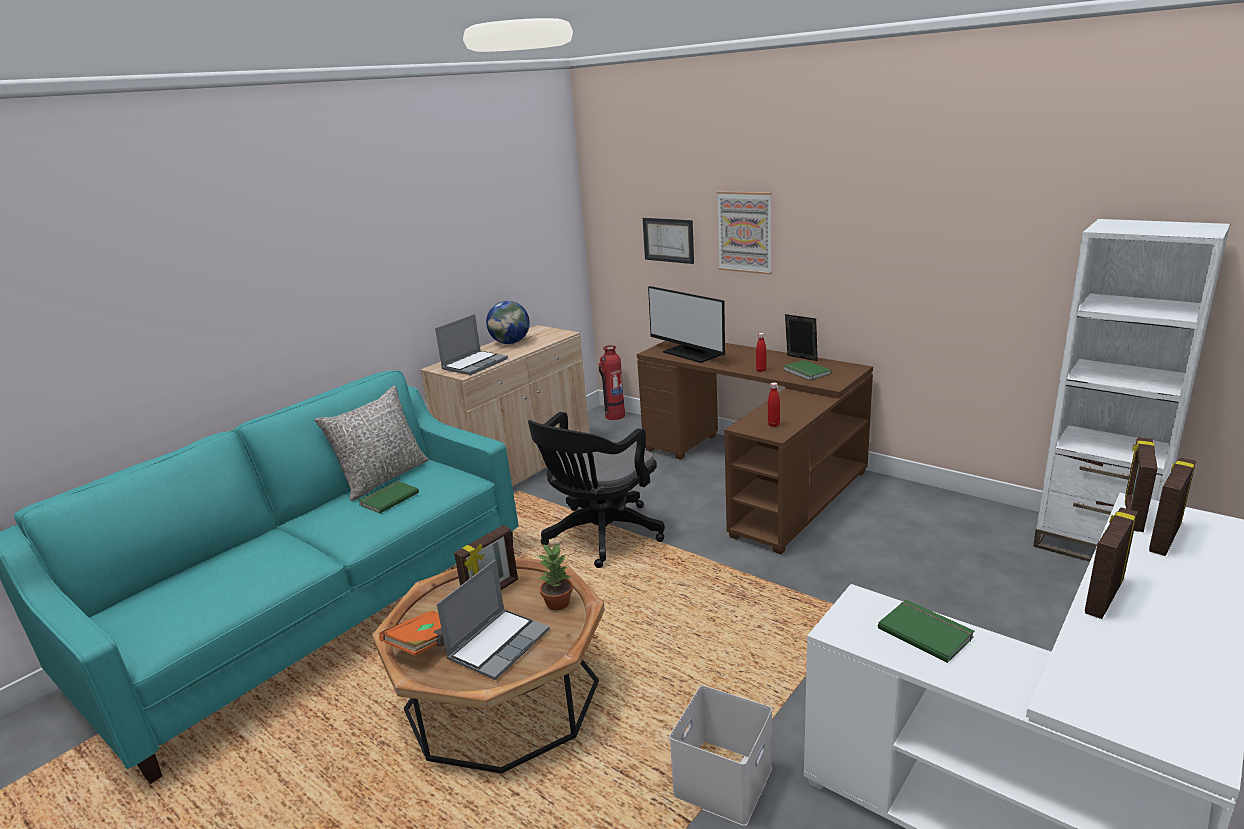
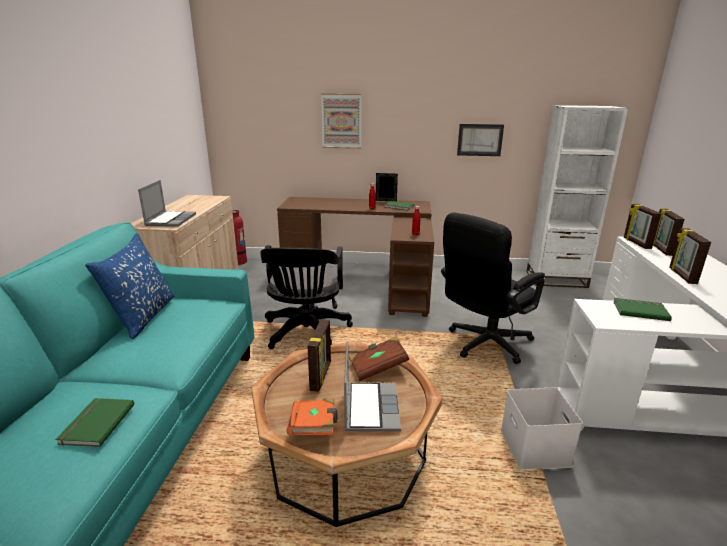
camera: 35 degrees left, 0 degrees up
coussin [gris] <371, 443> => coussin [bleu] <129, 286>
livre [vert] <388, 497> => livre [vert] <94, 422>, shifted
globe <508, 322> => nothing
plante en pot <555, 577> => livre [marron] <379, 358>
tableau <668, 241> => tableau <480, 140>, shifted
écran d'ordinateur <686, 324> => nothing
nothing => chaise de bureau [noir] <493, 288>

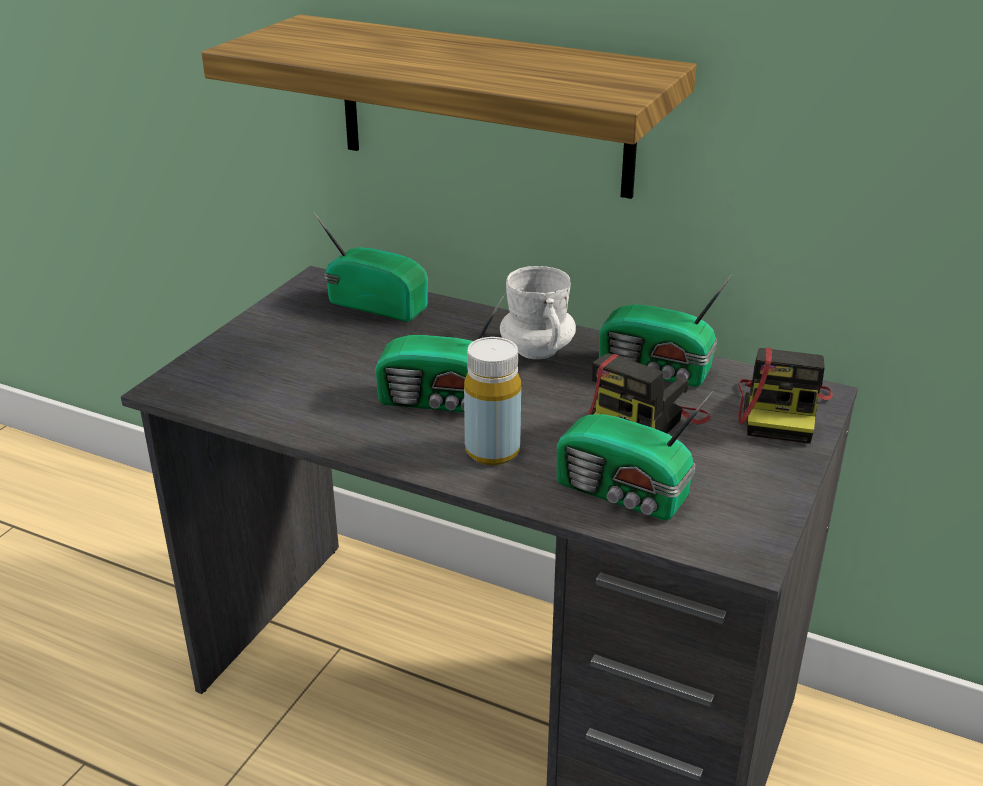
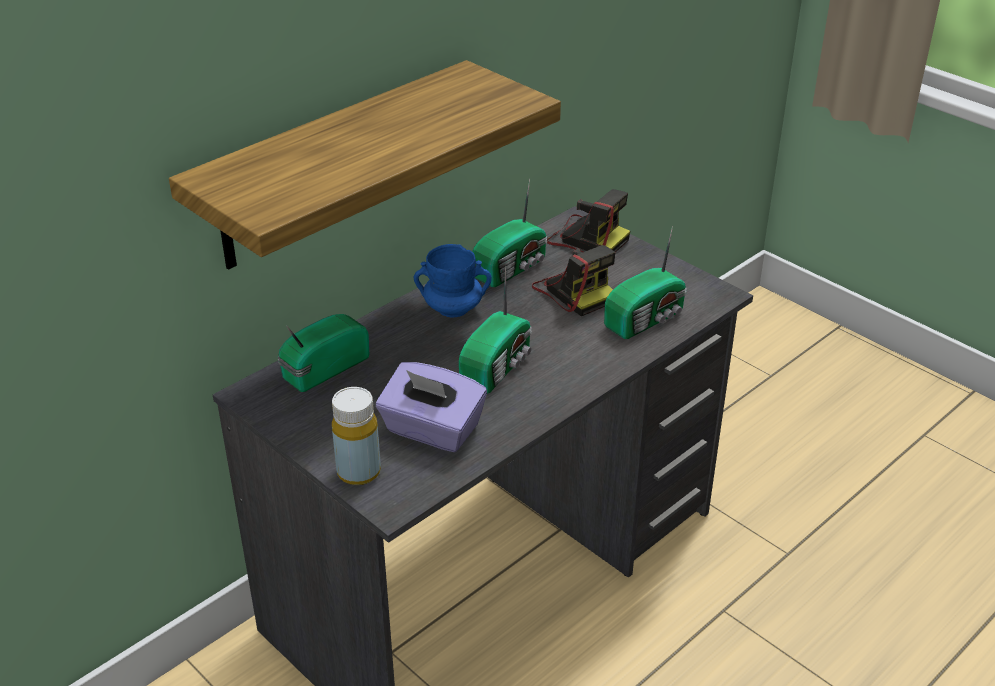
camera: 70 degrees left, 5 degrees up
bouteille [jaune] <492, 401> => bouteille [jaune] <356, 436>, shifted
mug [blanc] <538, 312> => mug [bleu] <453, 280>
nothing => boîte à mouchoirs [violet] <431, 407>

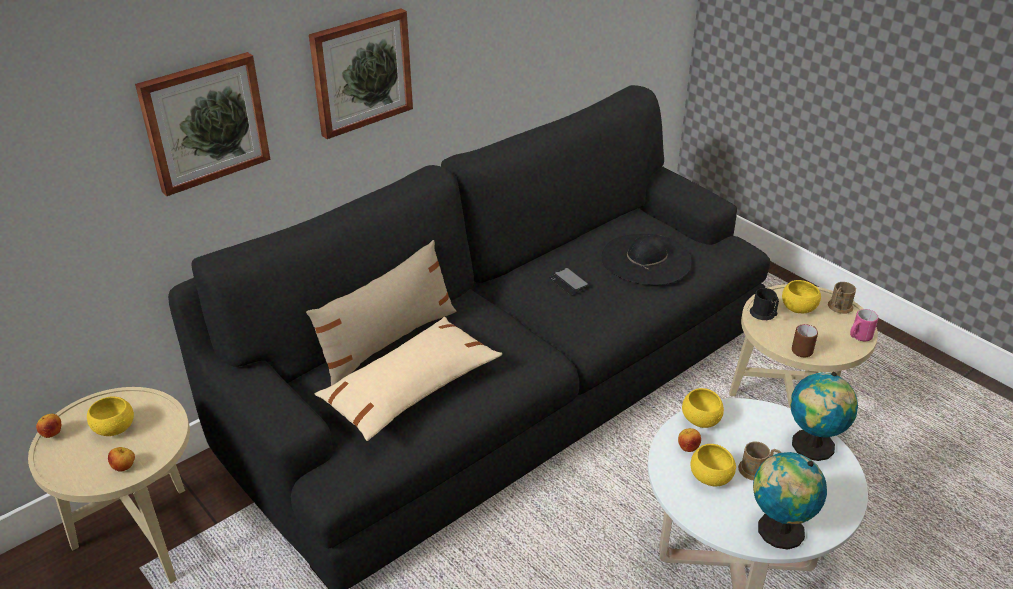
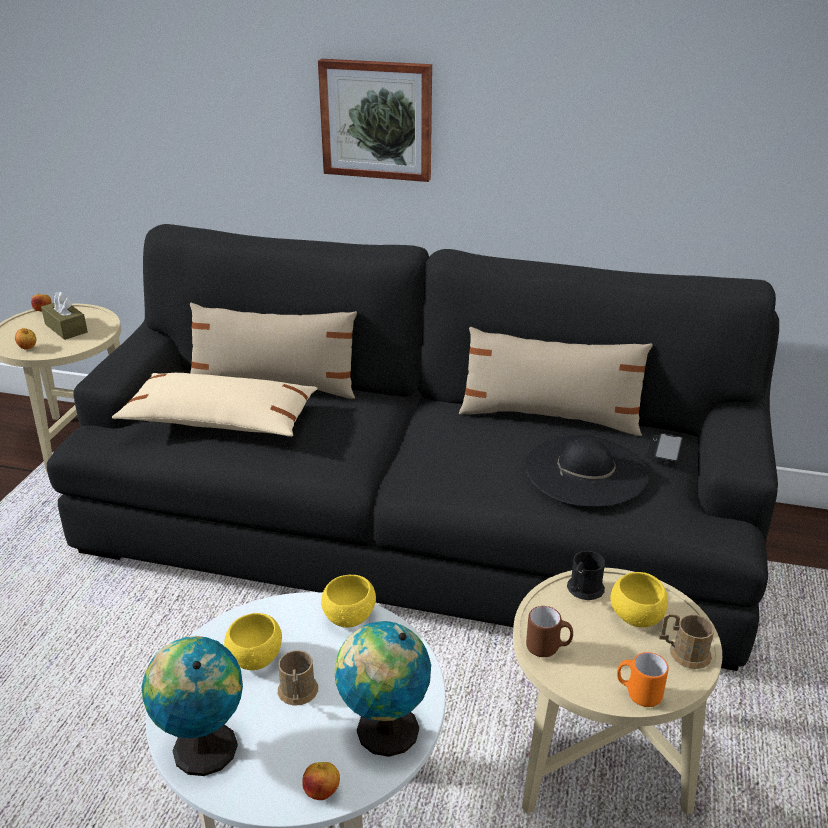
camera: 55 degrees right, 5 degrees down
bol [jaune] <110, 416> => boîte à mouchoirs [marron] <64, 316>
tableau <203, 124> => nothing
téléphone <569, 281> => téléphone <664, 448>, shifted
pomme <689, 440> => pomme <321, 781>, shifted
mug [rose] <864, 325> => mug [orange] <643, 679>
nothing => coussin [beige] <556, 381>

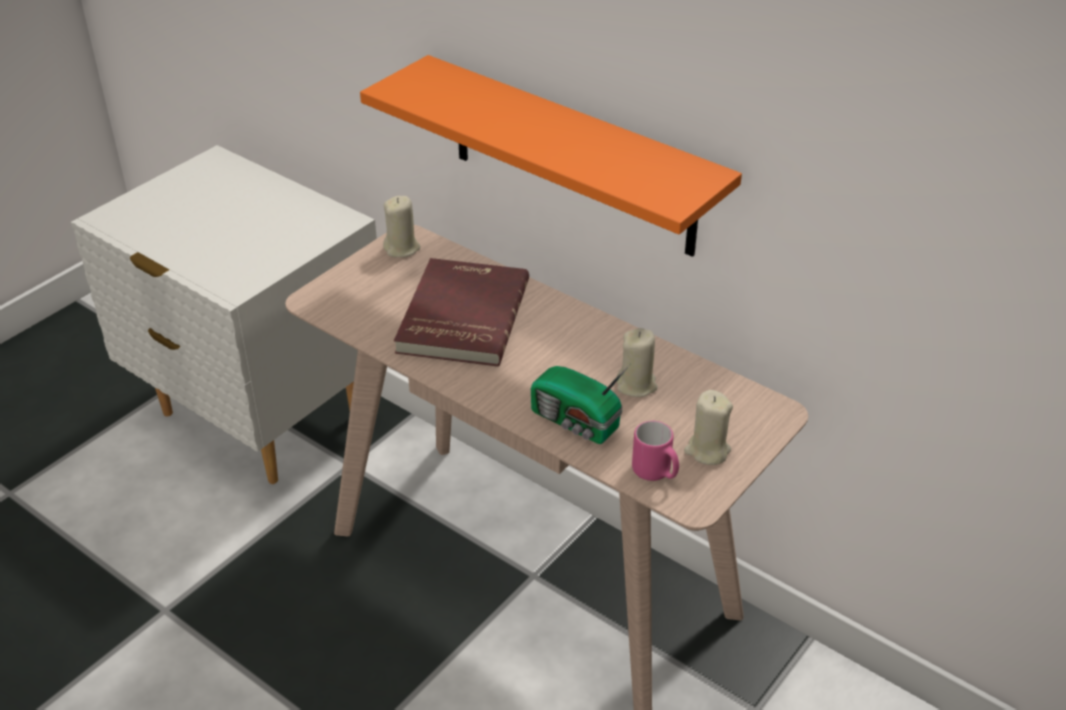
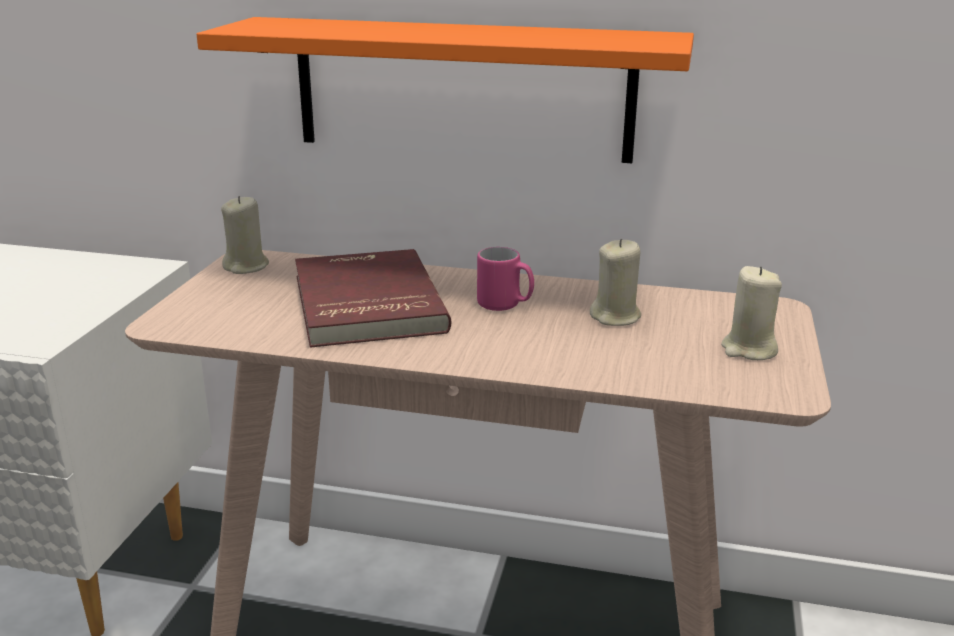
camera: 25 degrees left, 15 degrees down
radio <581, 403> => nothing
mug [rose] <655, 451> => mug [rose] <505, 279>, shifted

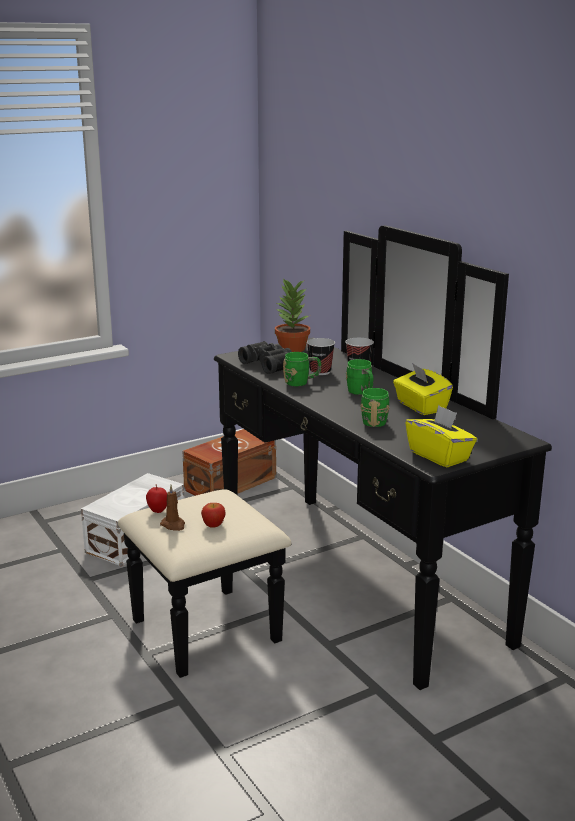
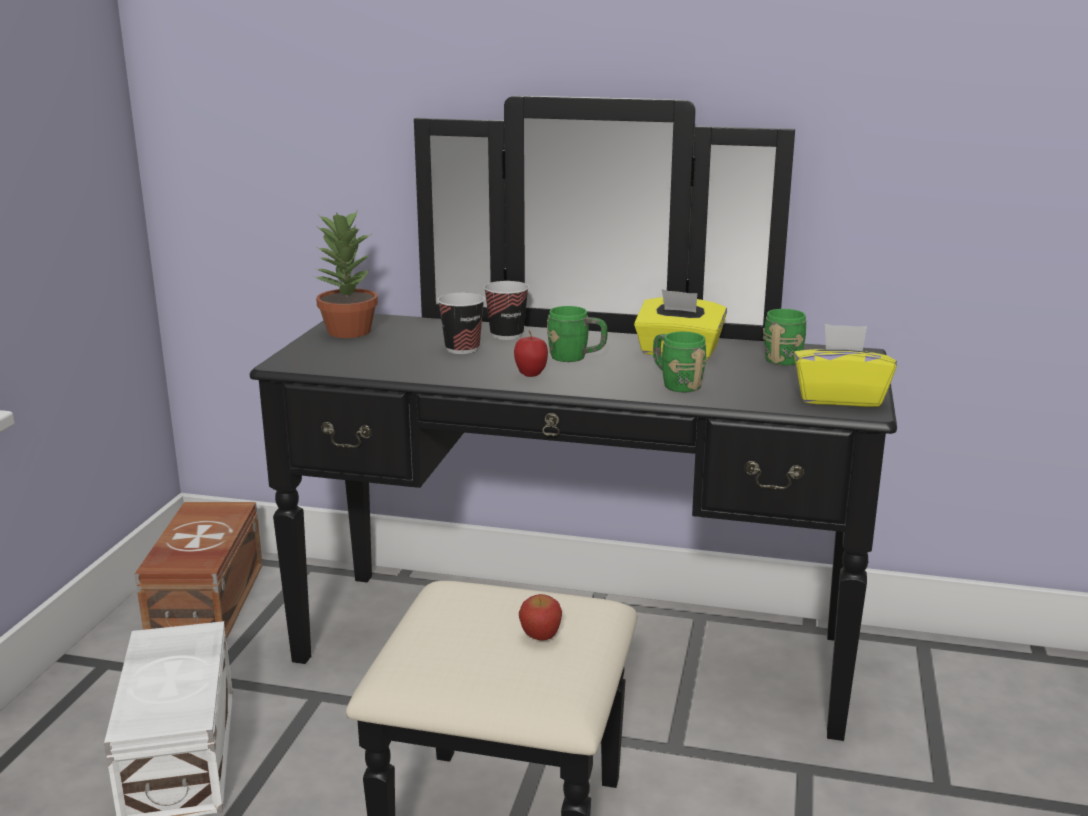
camera: 45 degrees left, 0 degrees up
pomme <156, 498> => pomme <531, 354>, shifted
bougie [marron] <172, 508> => nothing
jumelles [noir] <265, 357> => nothing
mug [vert] <302, 369> => mug [vert] <784, 337>, shifted

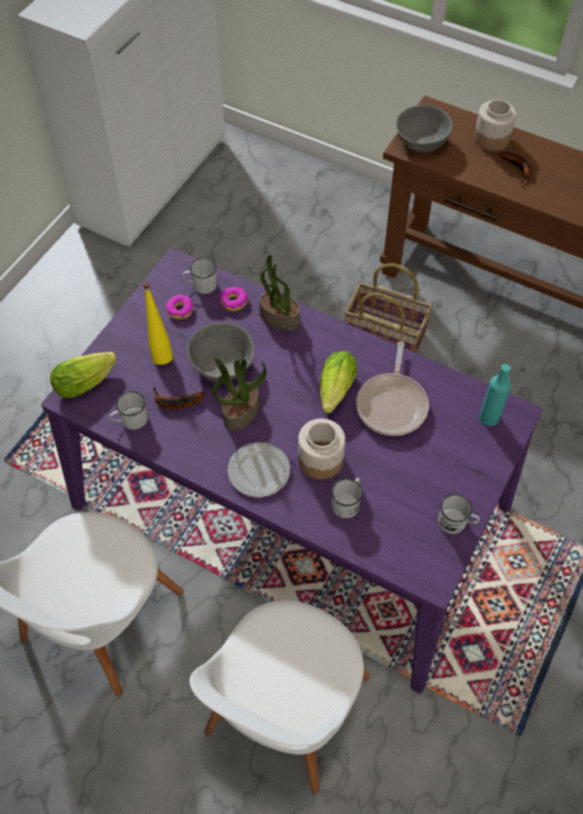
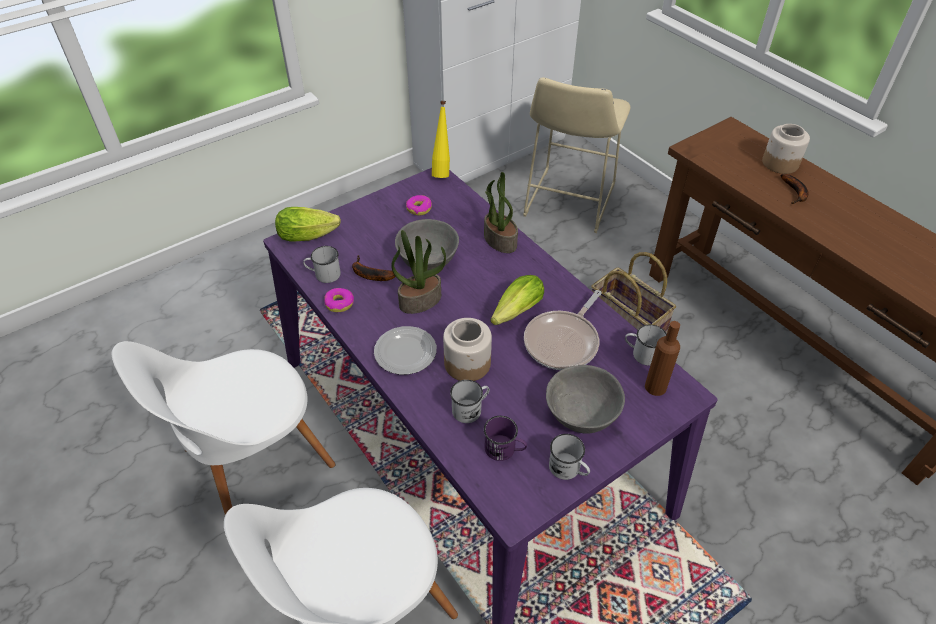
camera: 25 degrees right, 10 degrees down
bouteille [jaune] <158, 324> => bouteille [jaune] <441, 139>, shifted
mug [blanc] <199, 276> => mug [blanc] <646, 345>, shifted
beignet <234, 299> => beignet <339, 300>, shifted
bol [gris] <424, 128> => bol [gris] <585, 399>, shifted
bouteille [turquoise] <495, 395> => bouteille [marron] <662, 358>
nothing => mug [violet] <505, 438>
nothing => tabouret [beige] <577, 155>

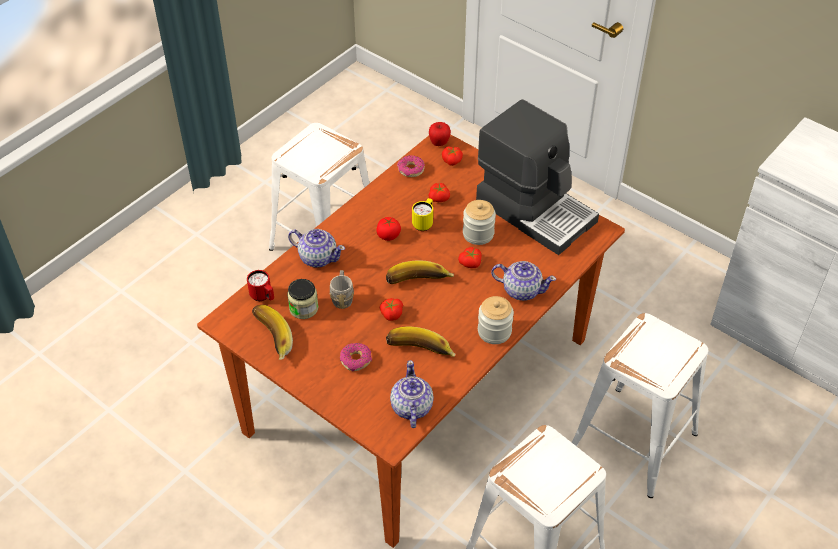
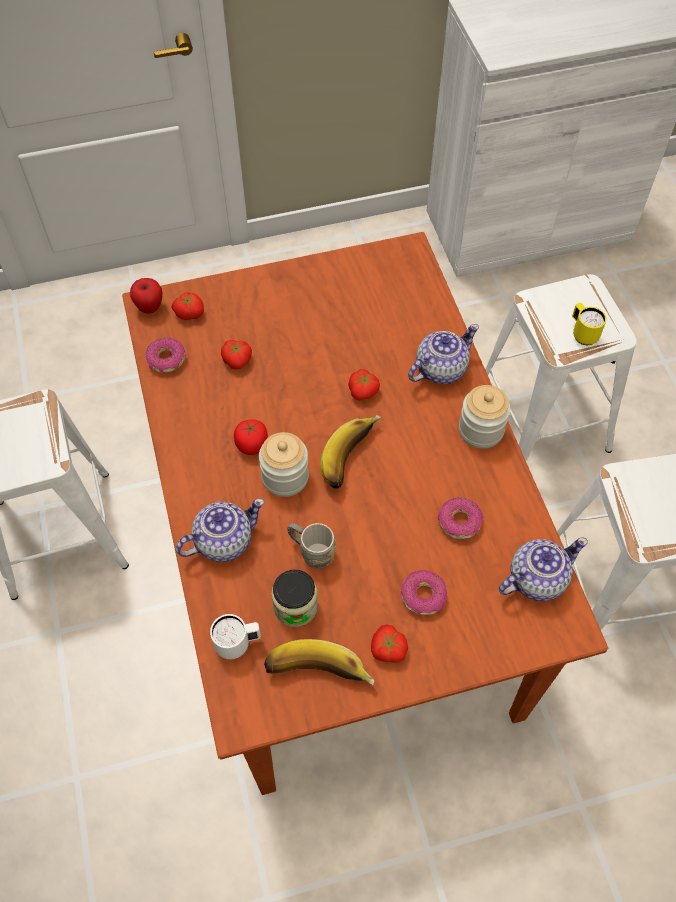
camera: 55 degrees left, 10 degrees up
mug [rouge] <260, 285> => mug [blanc] <235, 636>
tomate <391, 309> => tomate <389, 644>, shifted
banane <421, 342> => beignet <461, 518>
théière <412, 394> => théière <543, 569>, 120 degrees clockwise
mug [jaune] <422, 214> => mug [jaune] <589, 324>, shifted
bocal <479, 222> => bocal <284, 464>, shifted
machine à café <537, 177> => nothing

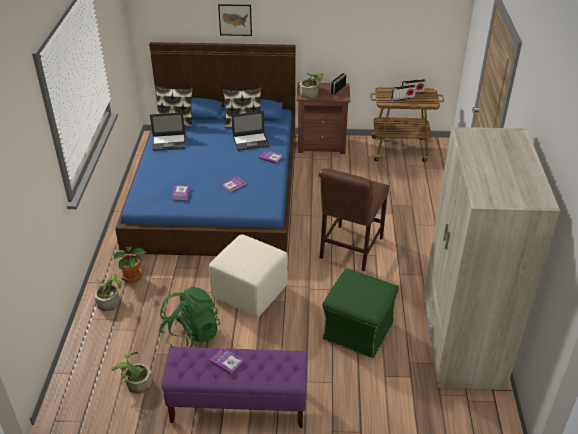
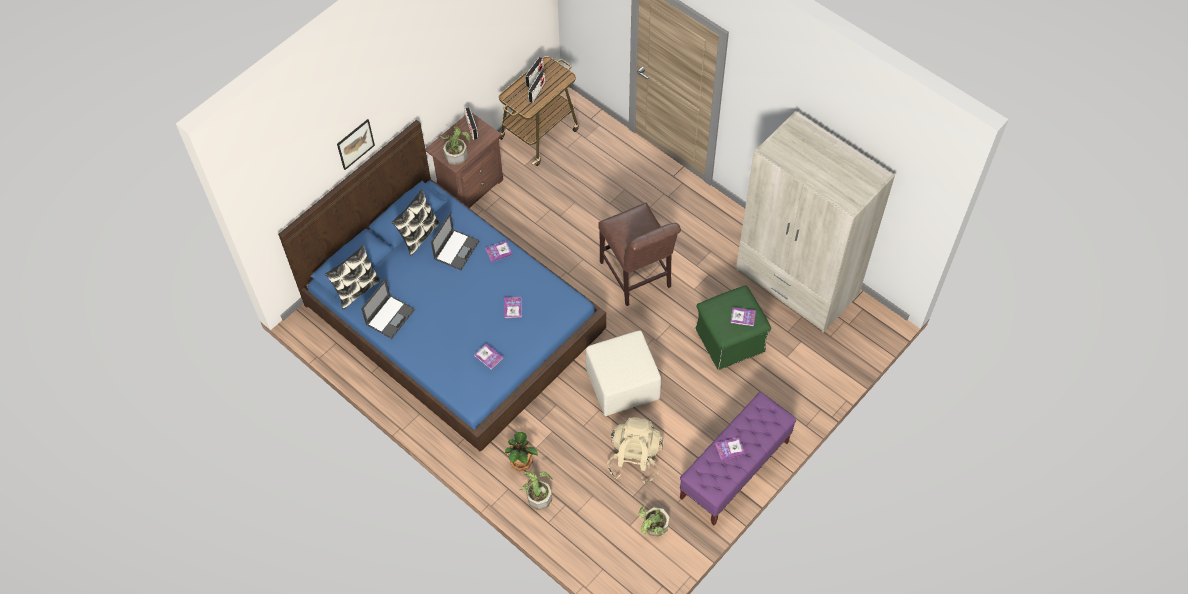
camera: 50 degrees left, 20 degrees up
sac à dos [vert] <189, 318> => sac à dos [beige] <635, 450>
nothing => livre <743, 316>

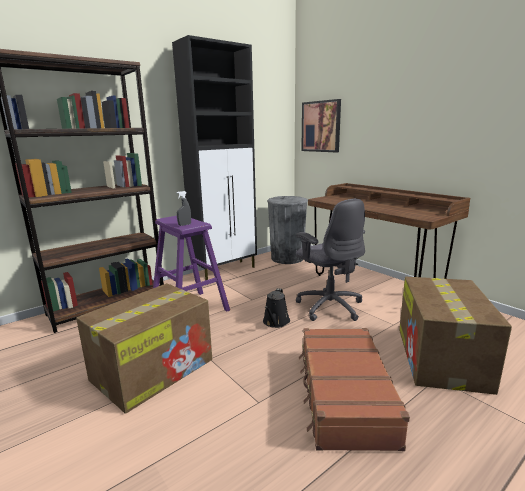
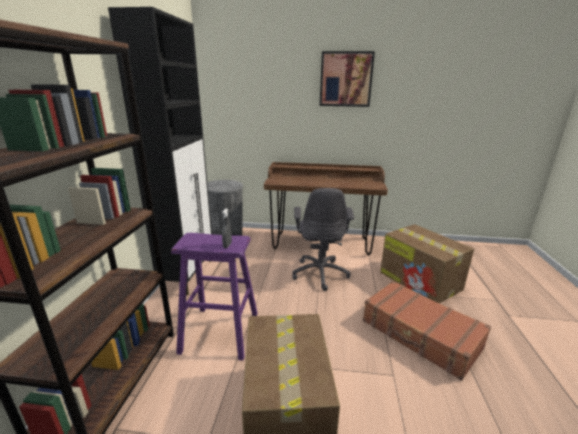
camera: 45 degrees left, 5 degrees up
arrosoir [noir] <276, 308> => nothing
chaise de bureau [gris] <330, 260> => chaise de bureau [gris] <323, 239>, 75 degrees clockwise
tableau <321, 125> => tableau <347, 79>, shifted

